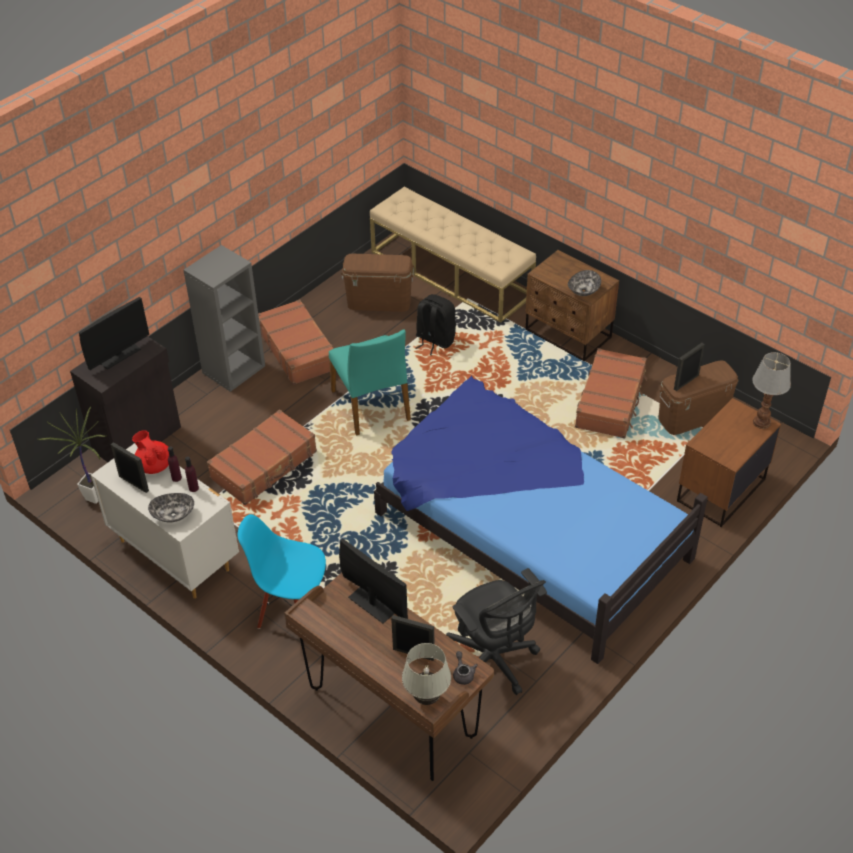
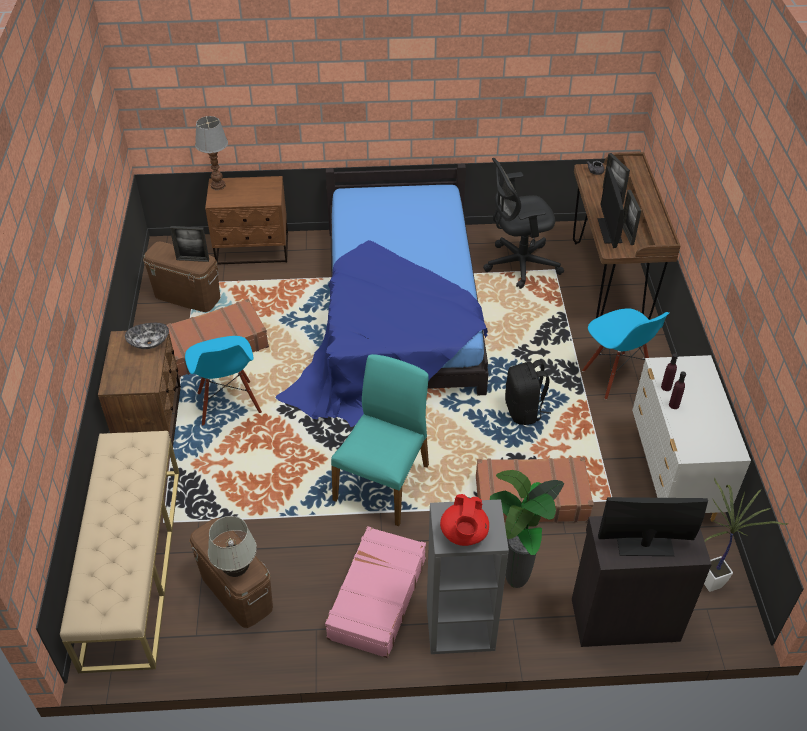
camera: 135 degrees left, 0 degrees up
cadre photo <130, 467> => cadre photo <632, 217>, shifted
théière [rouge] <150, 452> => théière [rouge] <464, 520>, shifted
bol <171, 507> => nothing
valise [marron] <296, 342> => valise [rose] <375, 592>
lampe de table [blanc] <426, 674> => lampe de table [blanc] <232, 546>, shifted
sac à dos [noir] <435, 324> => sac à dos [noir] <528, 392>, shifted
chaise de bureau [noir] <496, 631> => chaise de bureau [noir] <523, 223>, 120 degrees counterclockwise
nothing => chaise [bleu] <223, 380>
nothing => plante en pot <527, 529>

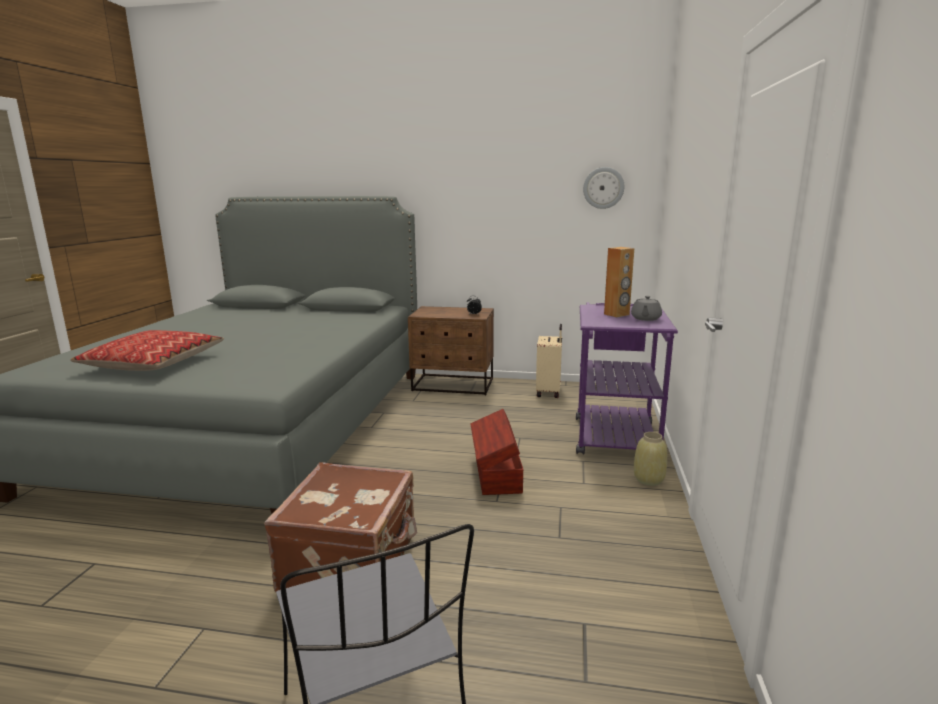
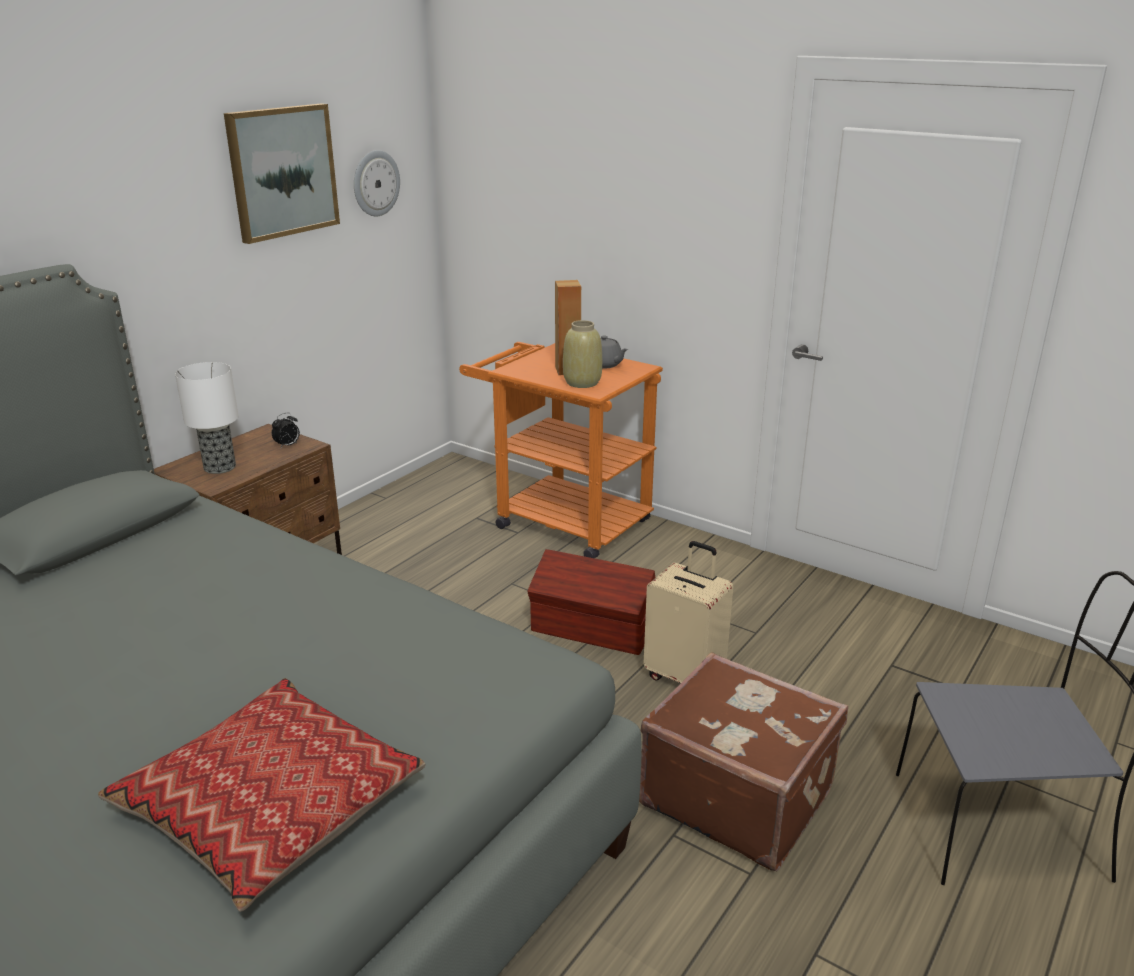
camera: 65 degrees left, 10 degrees up
valise [beige] <549, 361> => valise [beige] <688, 612>, shifted
chariot [violet] <627, 378> => chariot [orange] <561, 450>
vase [beige] <650, 459> => vase [beige] <582, 354>, shifted
nothing => lampe de table <207, 418>
nothing => tableau <282, 173>

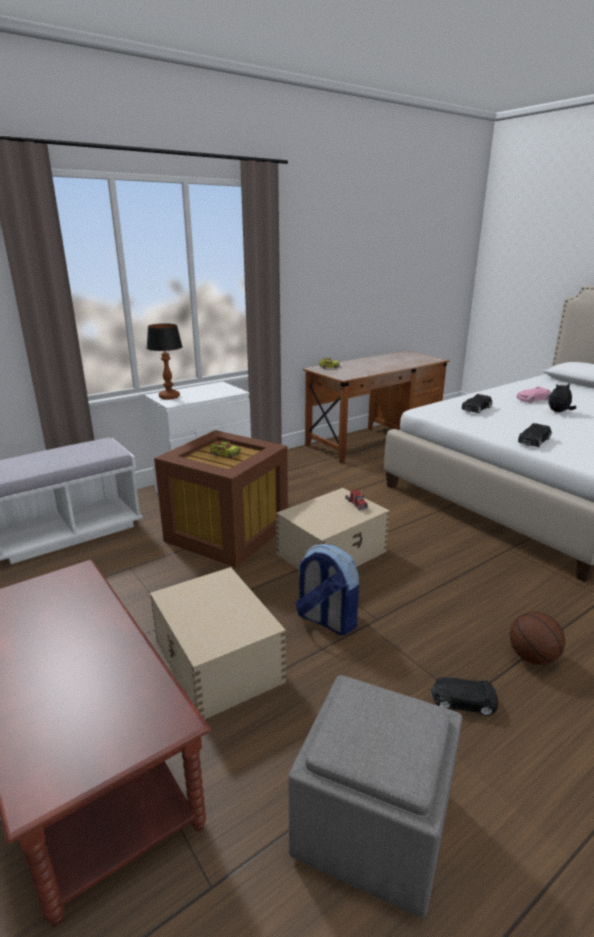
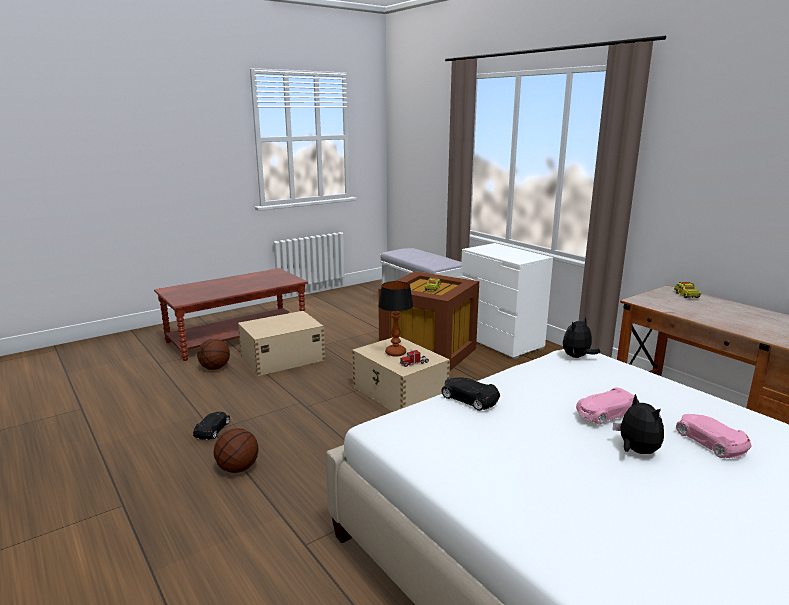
camera: 90 degrees right, 5 degrees down
lampe de table <165, 362> => lampe de table <395, 318>, shifted
pouf [gris] <375, 796> => nothing
sac à dos <327, 589> => nothing
petite voiture [noir] <477, 403> => nothing
nothing => ballon de basket <213, 354>
nothing => peluche <581, 337>
nothing => petite voiture [rose] <605, 406>

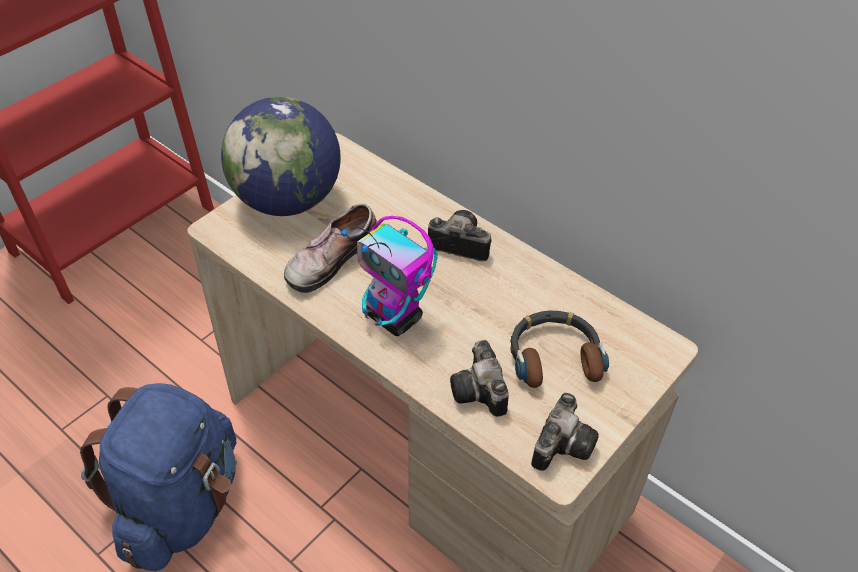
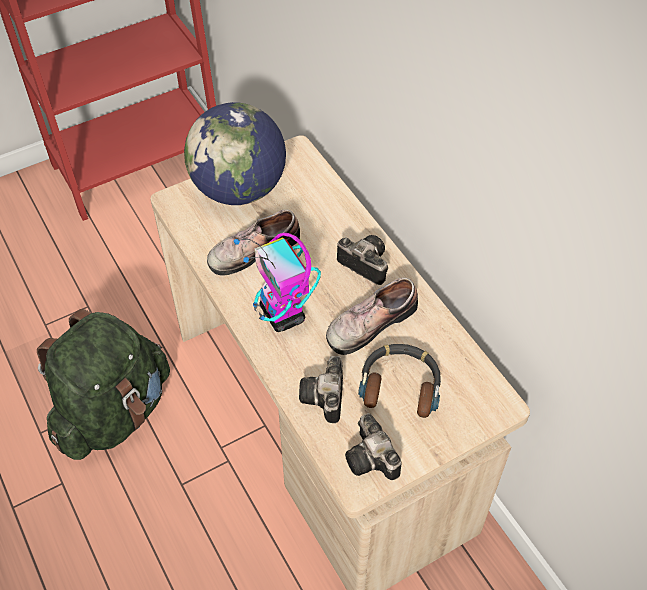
camera: 20 degrees right, 5 degrees up
sac à dos [bleu] <158, 477> => sac à dos [vert] <103, 384>
appareil photo <565, 432> => appareil photo <373, 446>, 105 degrees clockwise
nothing => chaussure <372, 316>

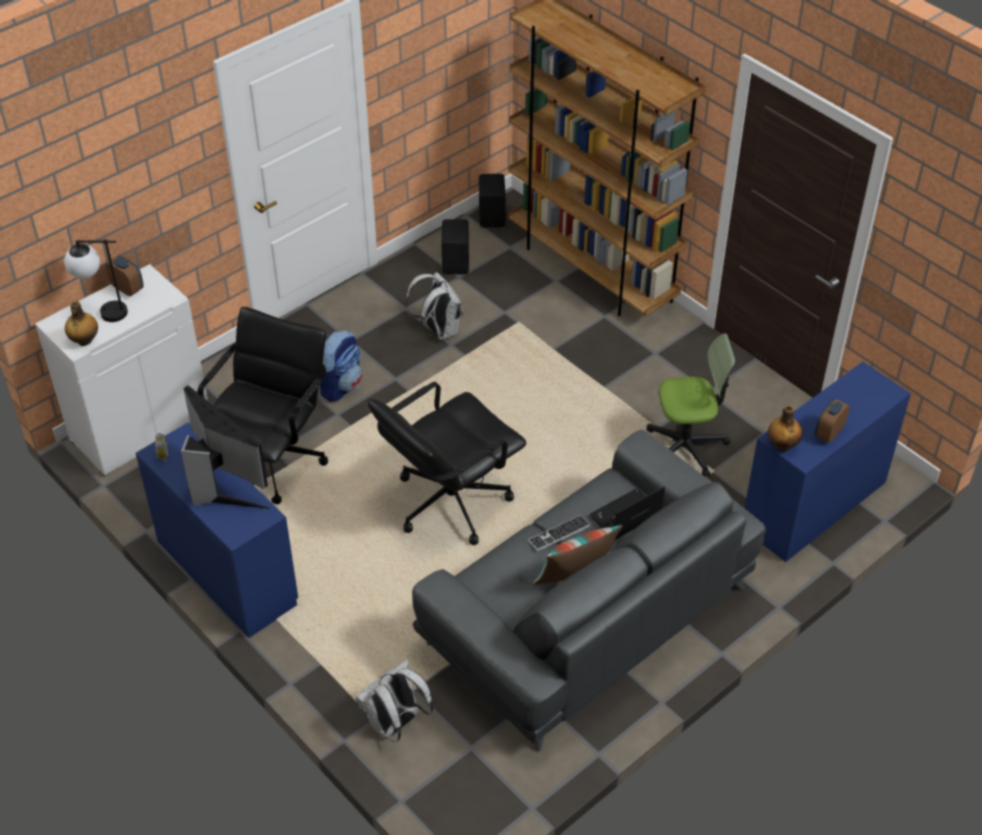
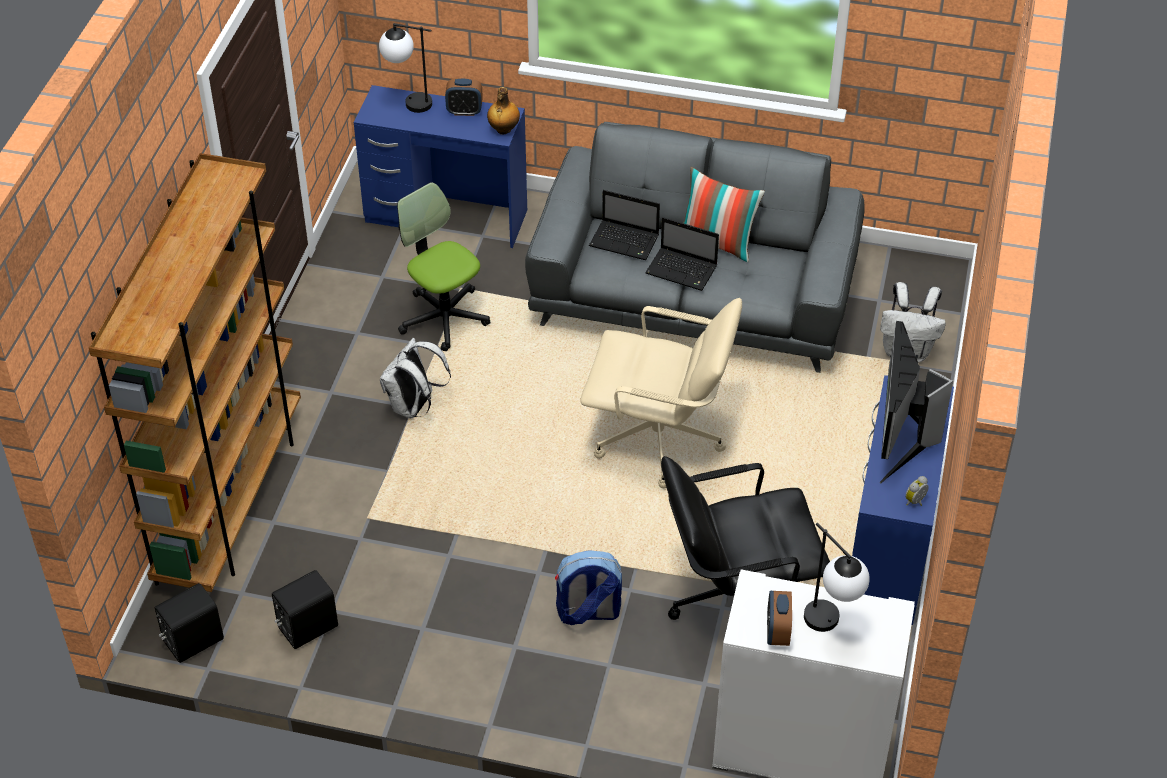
camera: 125 degrees left, 0 degrees up
bouteille <81, 323> => nothing
chaise de bureau [noir] <447, 463> => chaise de bureau [beige] <661, 393>
sac à dos [blanc] <434, 306> => sac à dos [blanc] <415, 378>, shifted
clavier <559, 533> => ordinateur portable <682, 254>
nothing => lampe de table <405, 68>

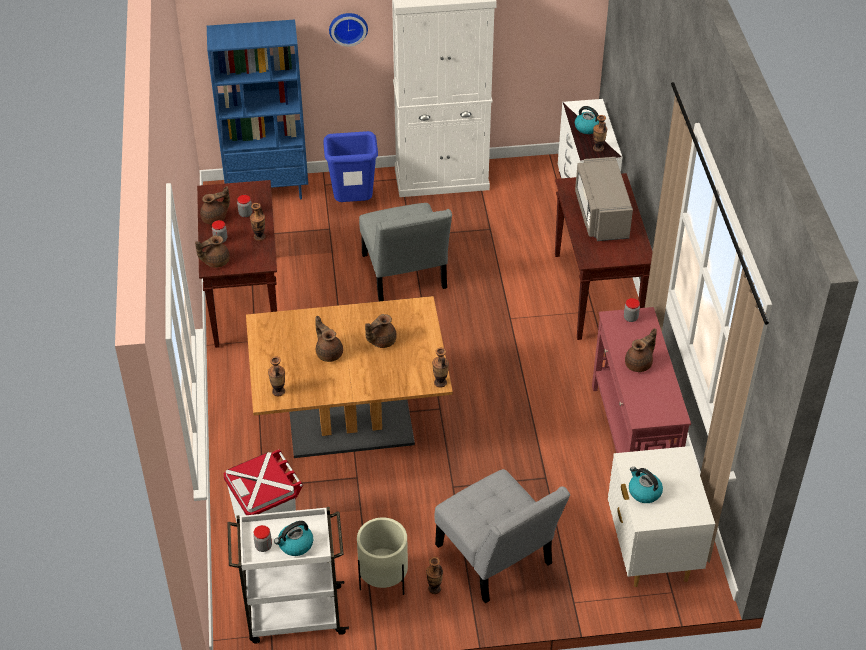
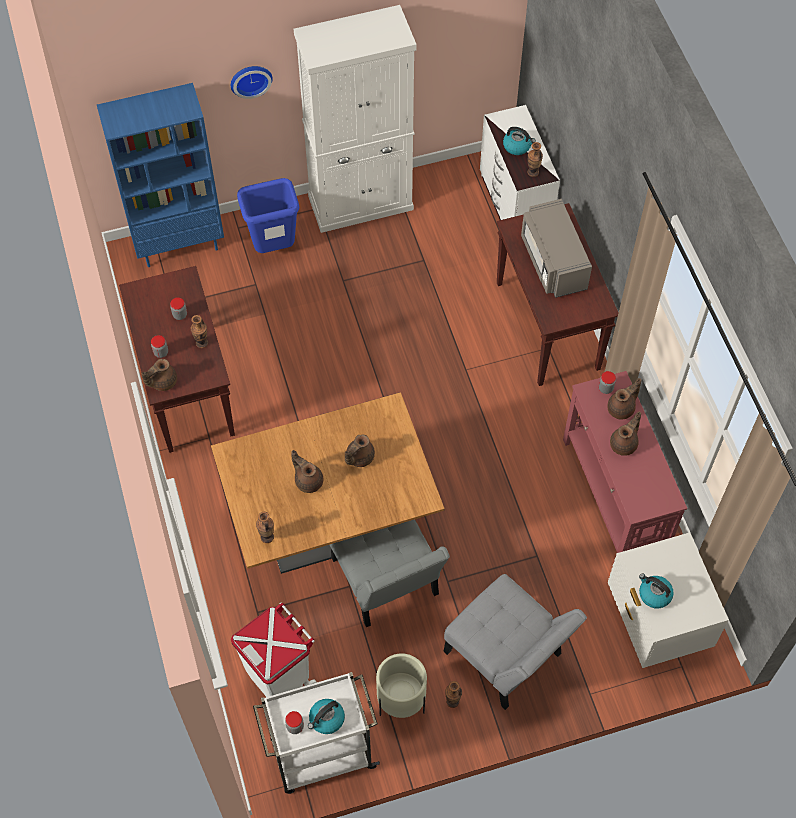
camera: 10 degrees left, 15 degrees up
théière [marron] <215, 205> => théière [marron] <624, 399>, shifted
chaise [gris] <405, 252> => chaise [gris] <390, 573>, shifted
vase <440, 367> => nothing

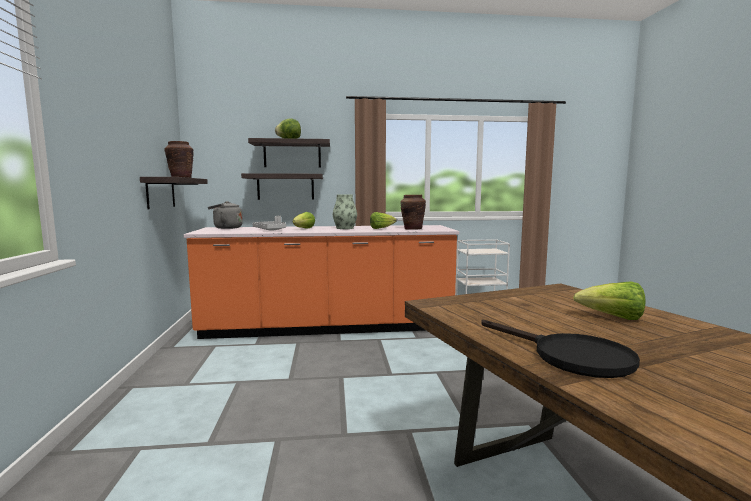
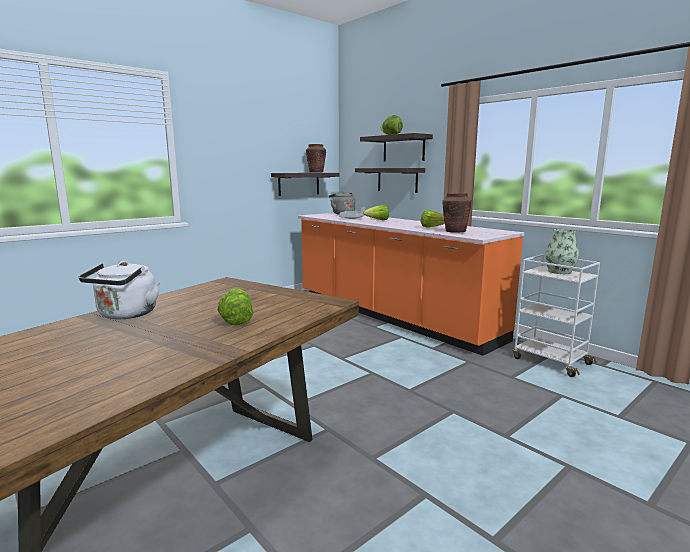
camera: 55 degrees right, 5 degrees up
vase <345, 211> => vase <562, 251>, shifted
poêle [noir] <560, 349> => bouilloire [blanc] <119, 290>

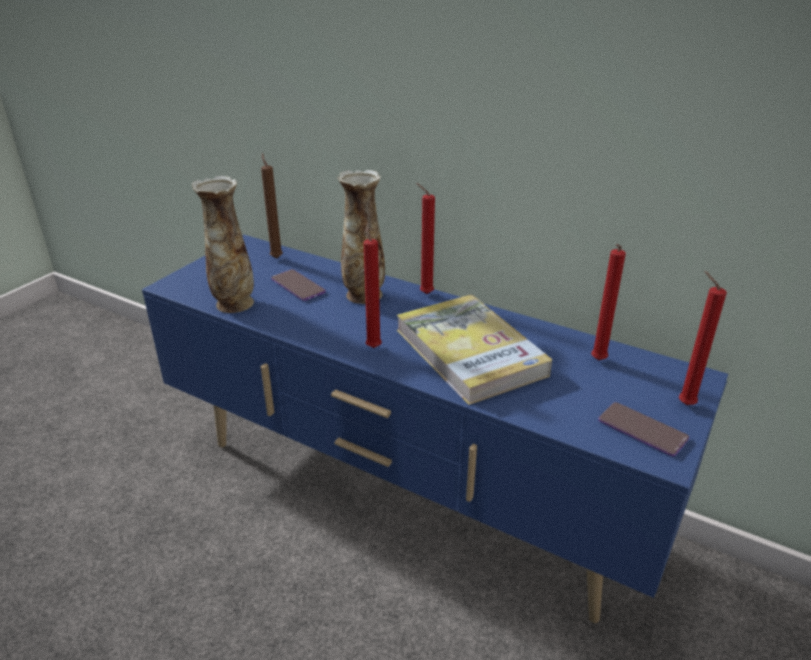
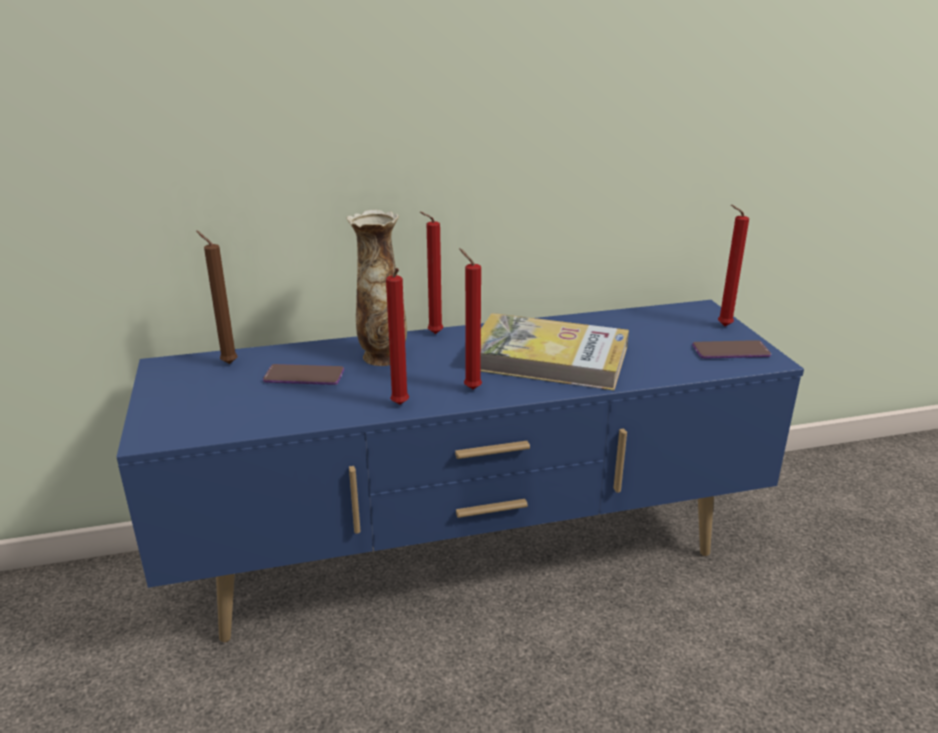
camera: 45 degrees left, 5 degrees down
vase <223, 244> => nothing
bougie [rouge] <608, 302> => bougie [rouge] <397, 336>, shifted

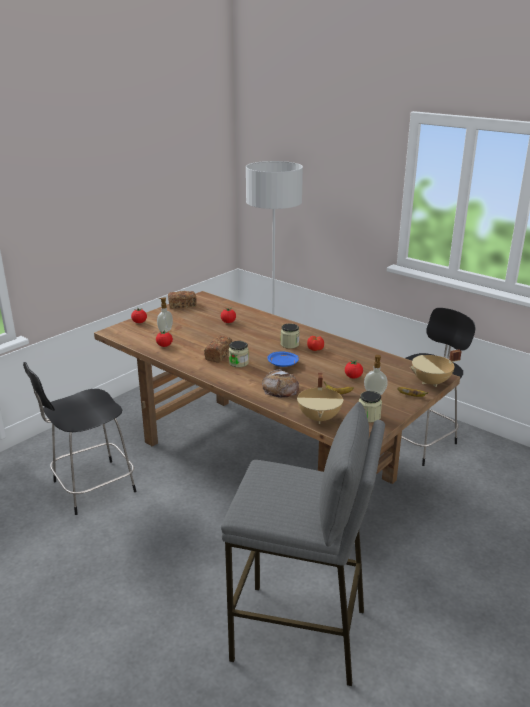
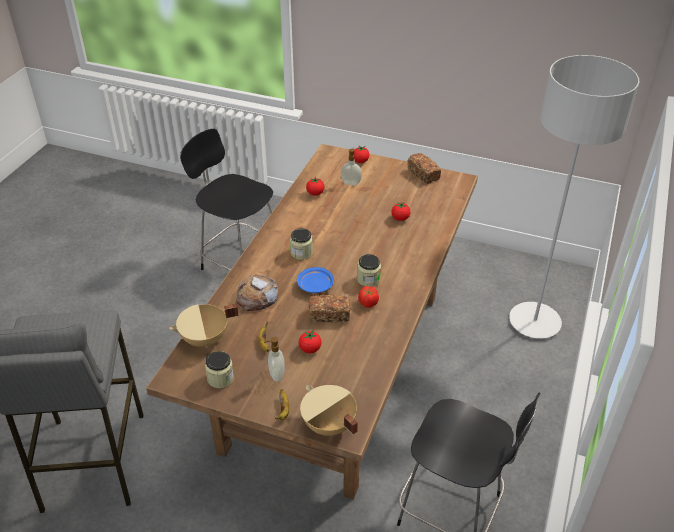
camera: 70 degrees right, 15 degrees up
pain <218, 349> => pain <329, 308>, shifted

